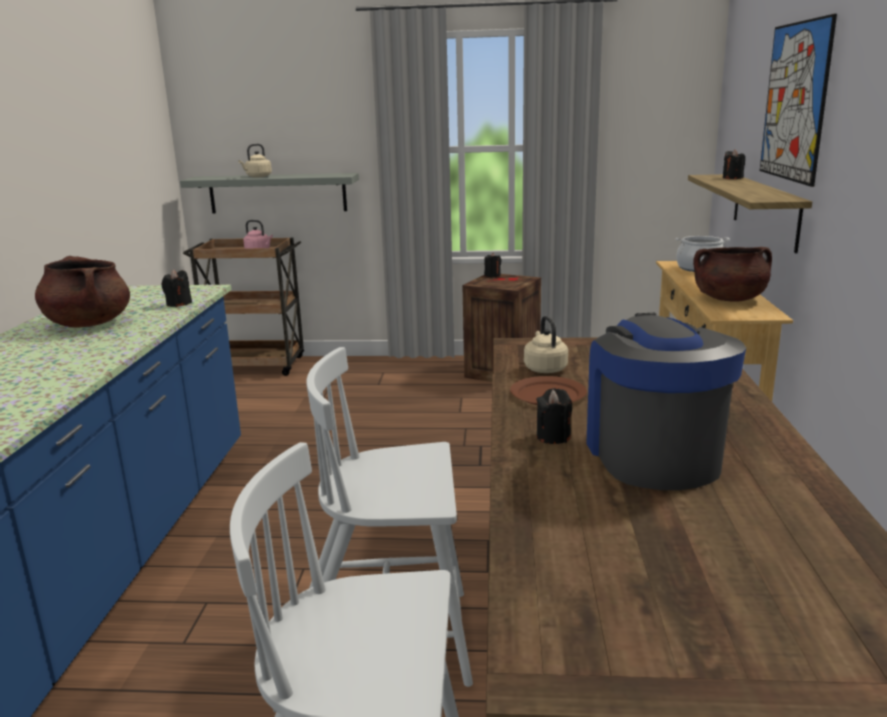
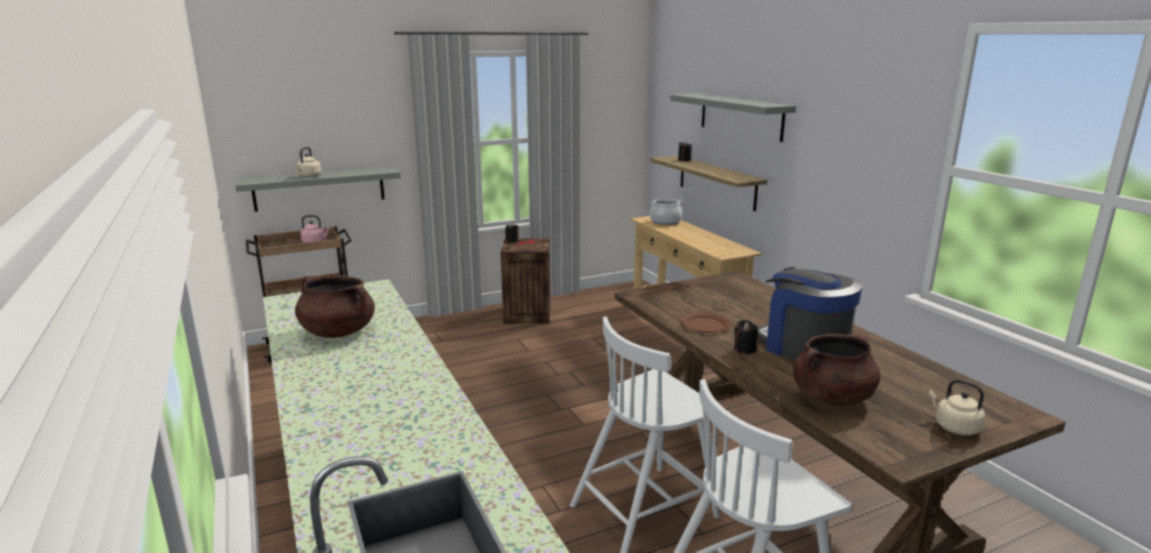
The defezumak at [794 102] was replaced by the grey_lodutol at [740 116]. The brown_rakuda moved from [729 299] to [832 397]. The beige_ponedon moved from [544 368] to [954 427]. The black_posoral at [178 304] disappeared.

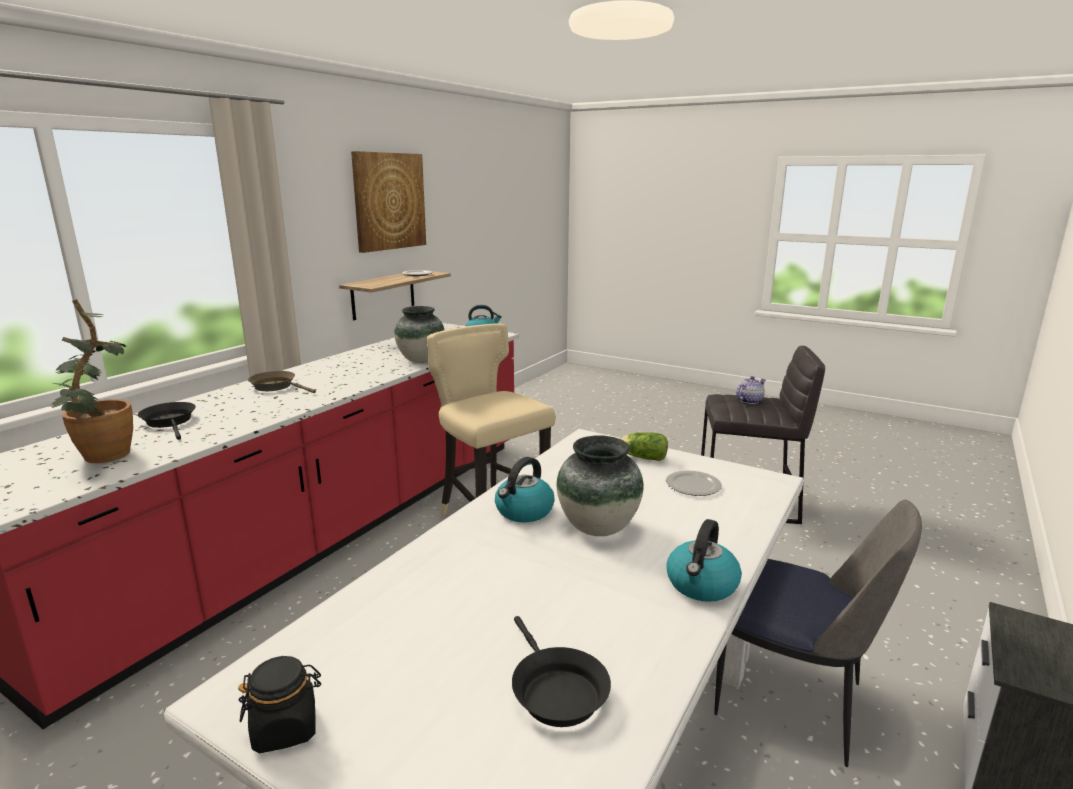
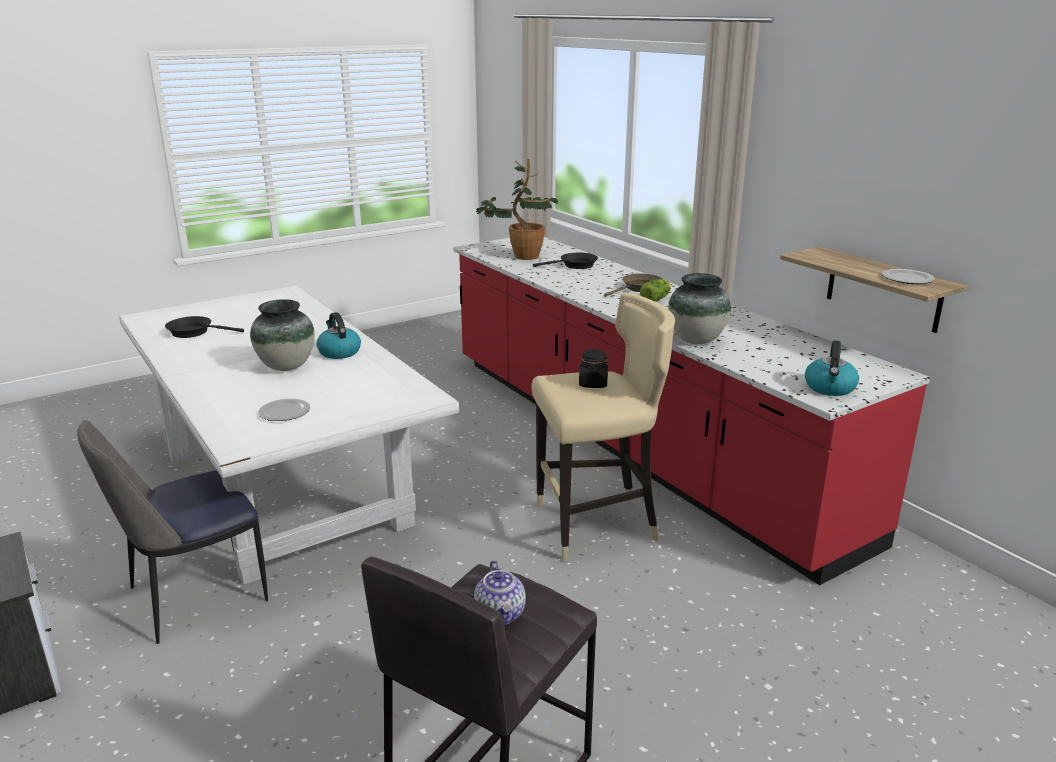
The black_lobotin moved from [286 728] to [593 384]. The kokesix moved from [641 457] to [656 299]. The defezumak at [389 201] disappeared. The ponedon at [702 585] disappeared.

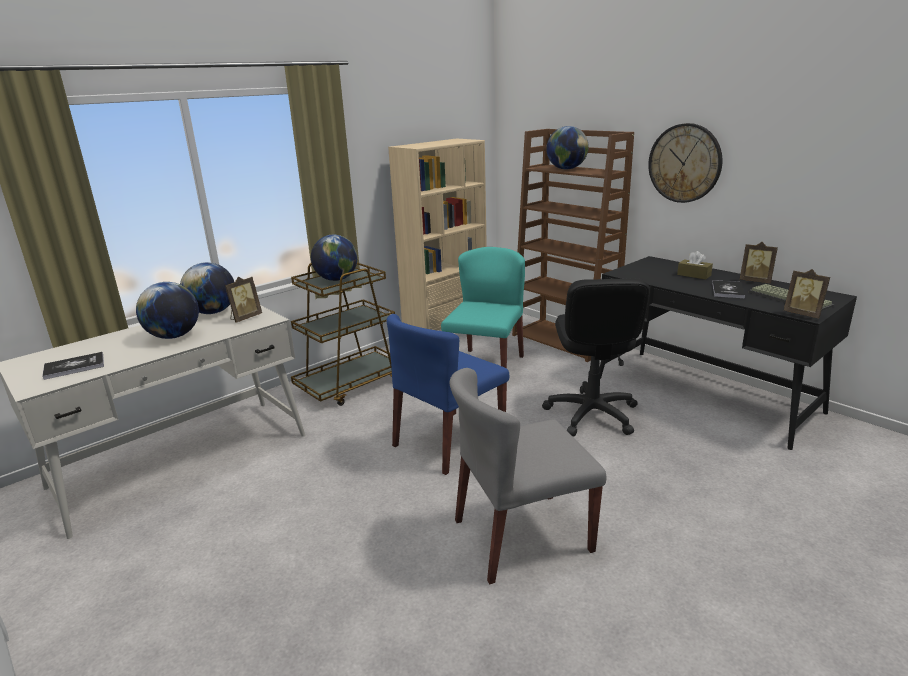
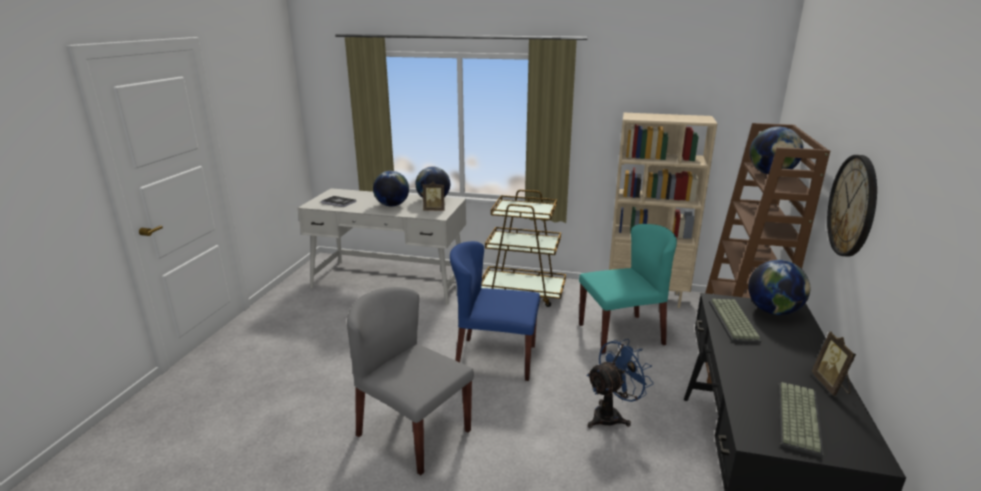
The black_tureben at [591 414] was replaced by the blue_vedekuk at [612 415]. The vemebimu at [735 322] appeared. The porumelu moved from [336 279] to [773 311]. The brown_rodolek at [694 275] disappeared. The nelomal at [727 290] disappeared. The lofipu at [803 314] disappeared.

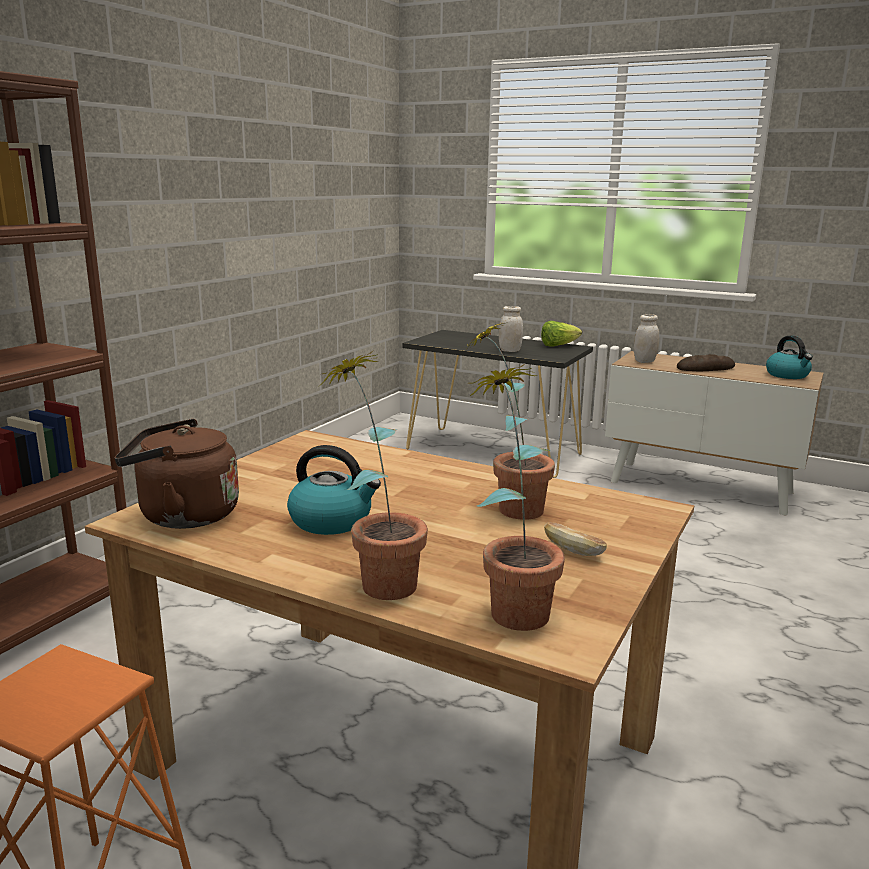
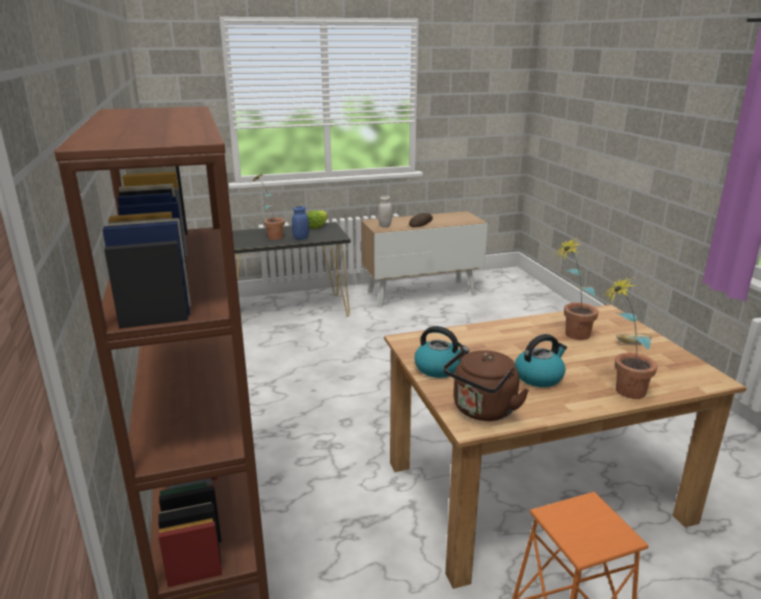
The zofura moved from [511 605] to [271 236]. The white_lobotin at [510 351] became the blue_lobotin at [301 238]. The ponedon moved from [788 375] to [439 368].

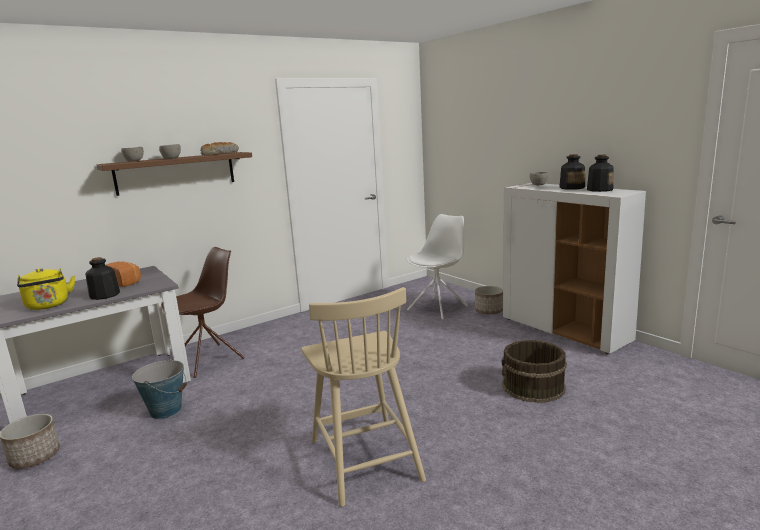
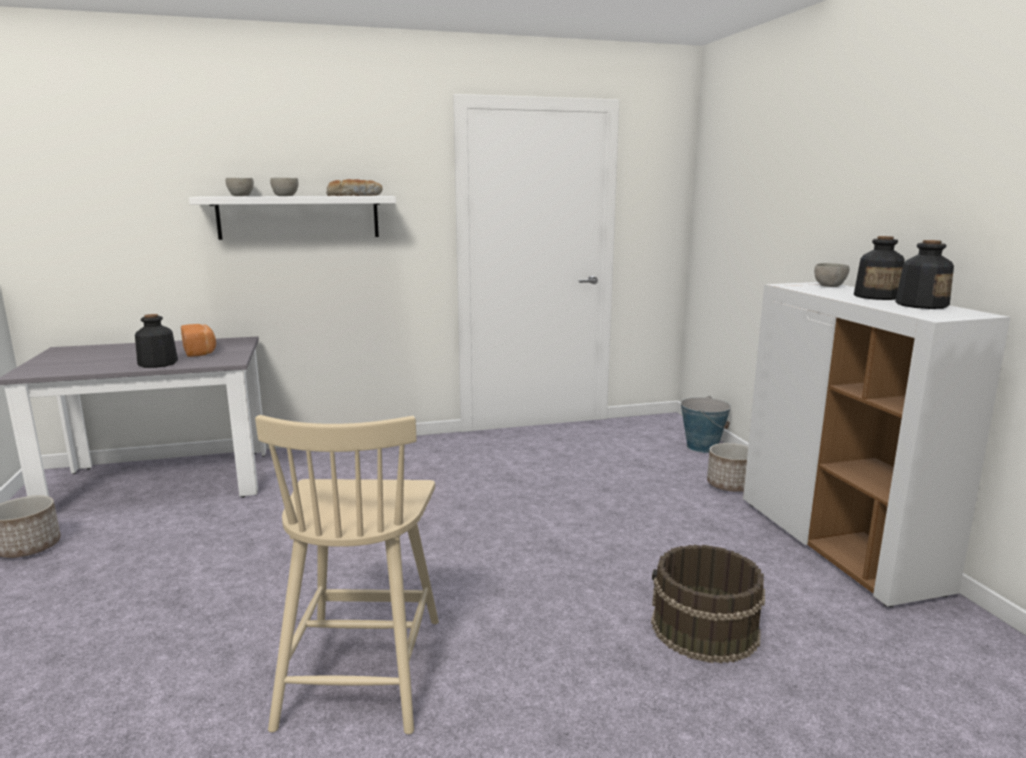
The brown_lodutol at [176 173] became the white_lodutol at [299 217]. The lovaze moved from [166 410] to [702 447]. The yellow_ponedon at [48 306] disappeared. The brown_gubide at [209 360] disappeared. The white_gubide at [438 308] disappeared.

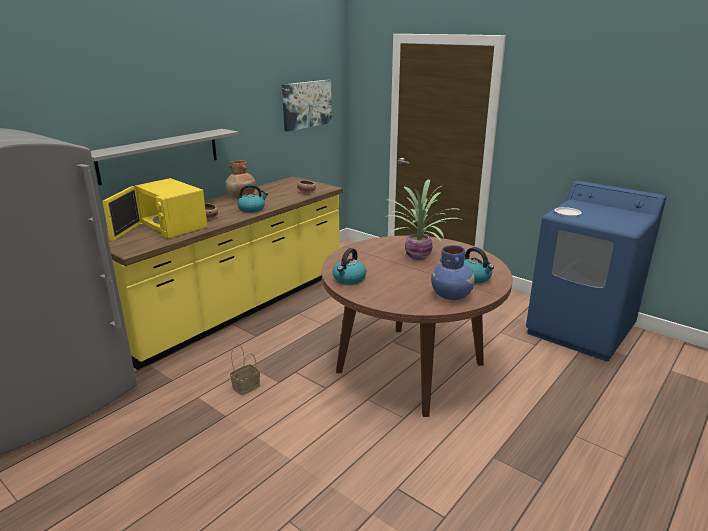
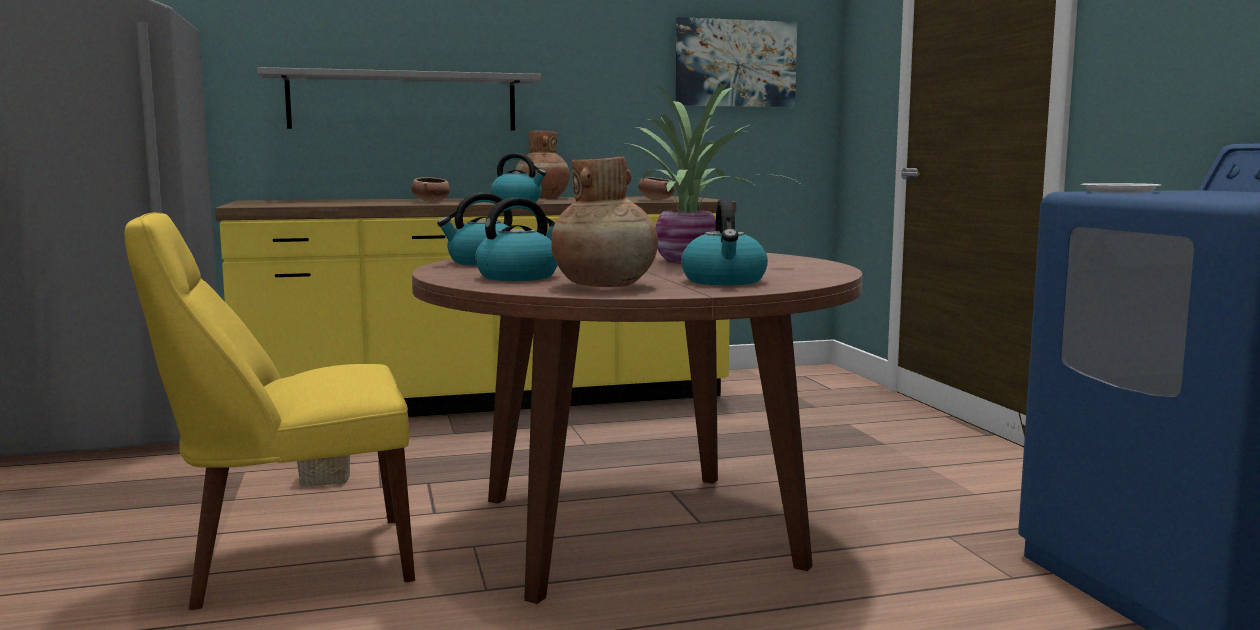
The yellow_gubide at [290 562] appeared. The ponedon at [519 277] appeared. The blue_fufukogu at [451 295] became the brown_fufukogu at [606 286]. The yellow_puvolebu at [168 226] disappeared.

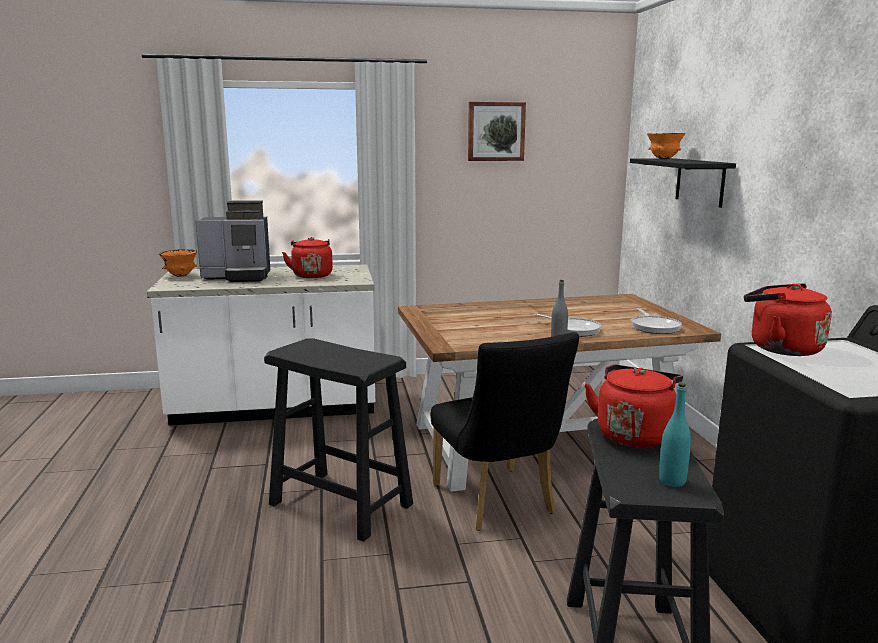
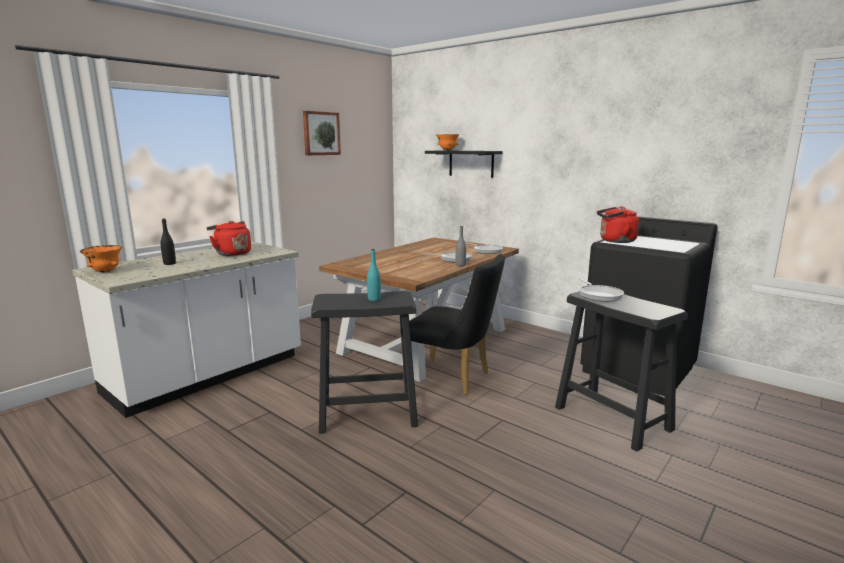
The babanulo at [239 277] was replaced by the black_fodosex at [169 263]. The turquoise_fodosex moved from [672 481] to [374 299]. The red_ponedon at [634 434] was replaced by the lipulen at [599 295].

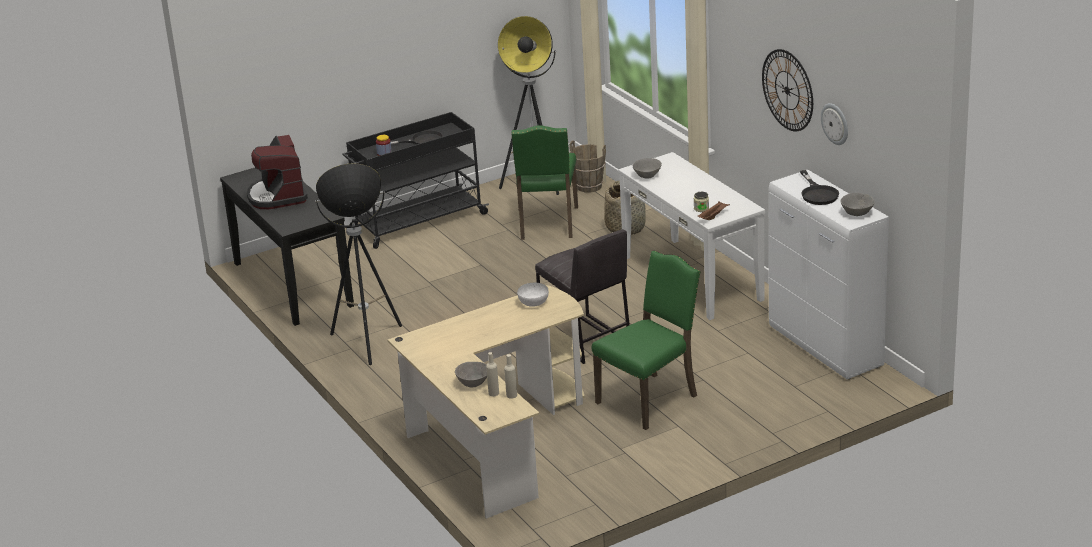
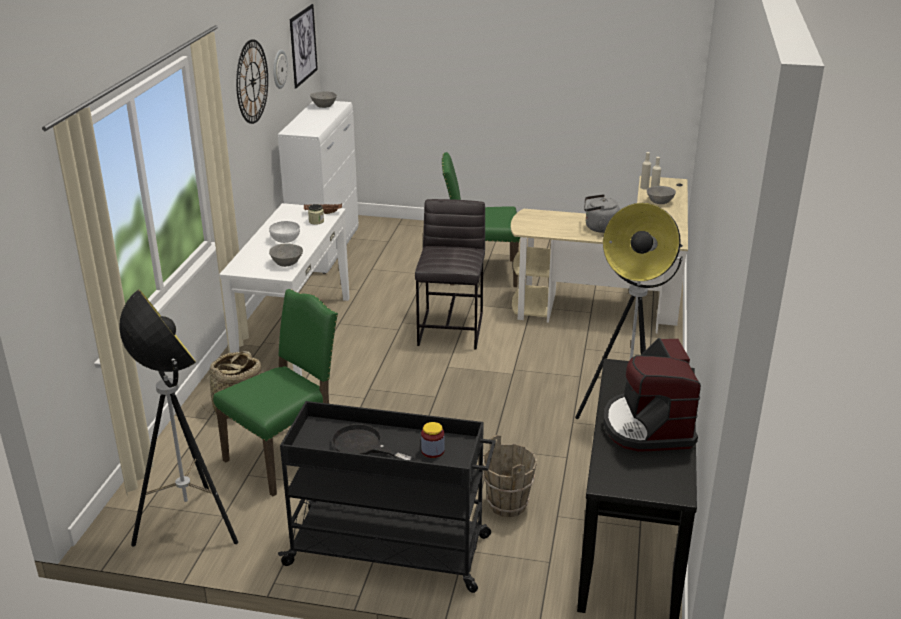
The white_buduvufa moved from [534 302] to [285 239]. The defezumak at [303 45] appeared. The brown_lovaze moved from [589 187] to [508 505]. The grey_ponedon at [599 228] appeared. The babanulo at [278 196] turned 150 degrees clockwise. The black_lipulen at [817 193] disappeared.

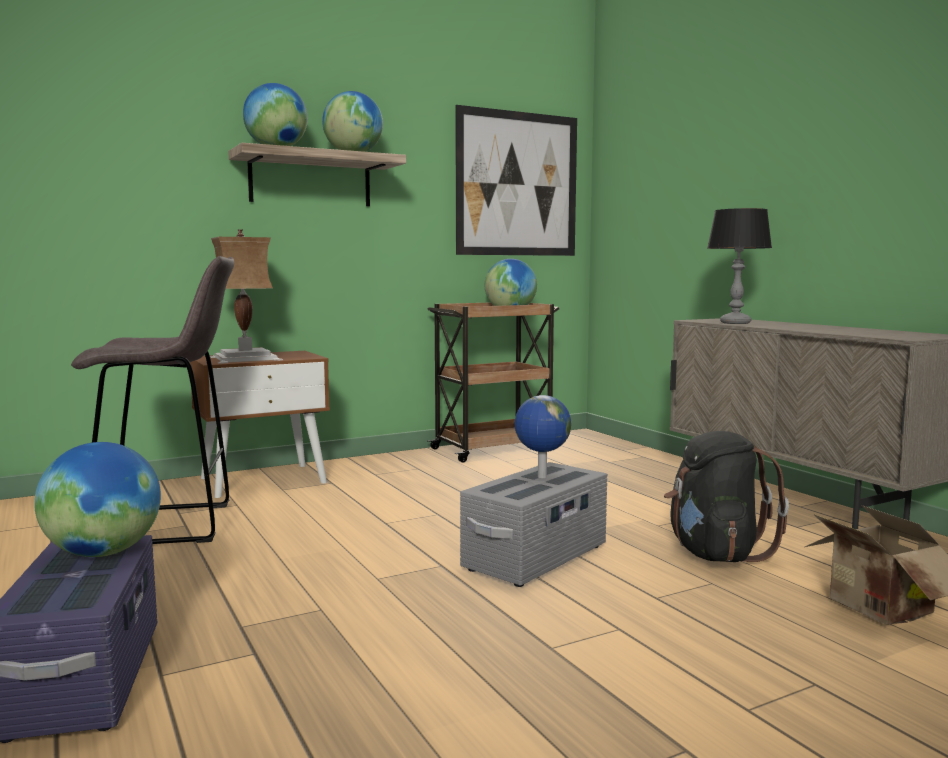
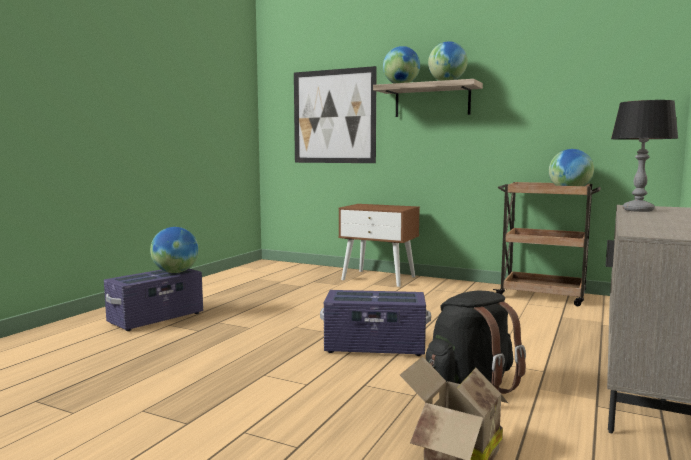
The defezumak moved from [517 184] to [334 116]. The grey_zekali at [536 558] became the purple_zekali at [375 347]. The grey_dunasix at [171 525] disappeared. The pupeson at [247 358] disappeared. The porumelu at [541 477] disappeared.

